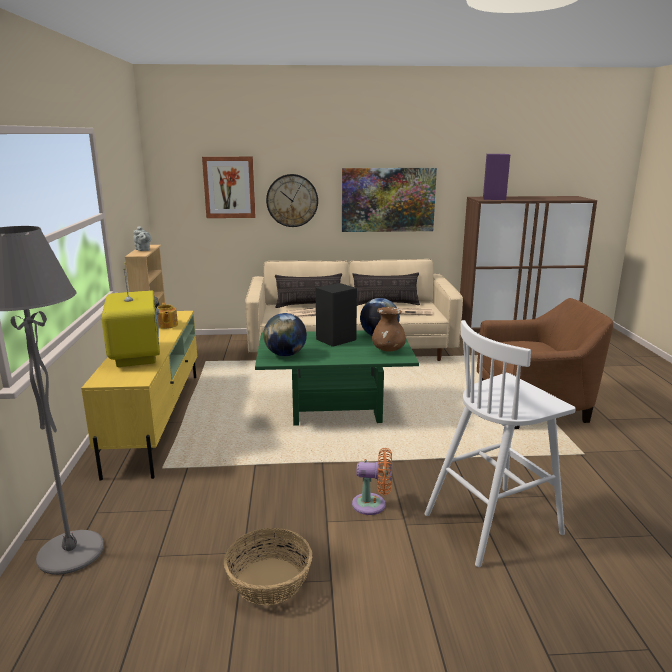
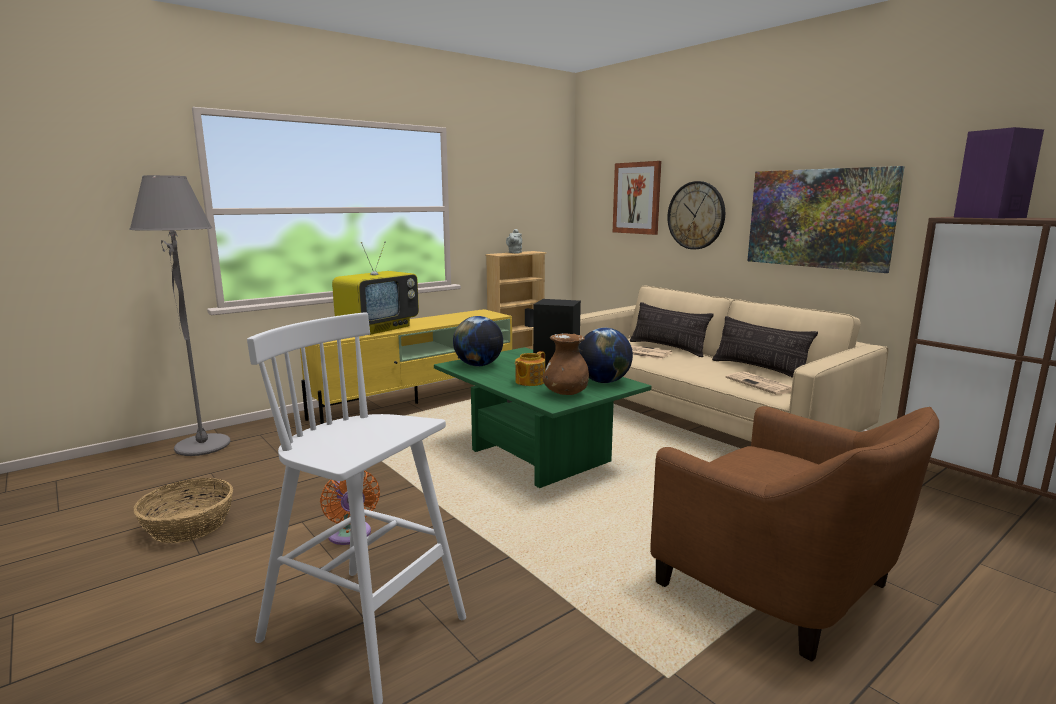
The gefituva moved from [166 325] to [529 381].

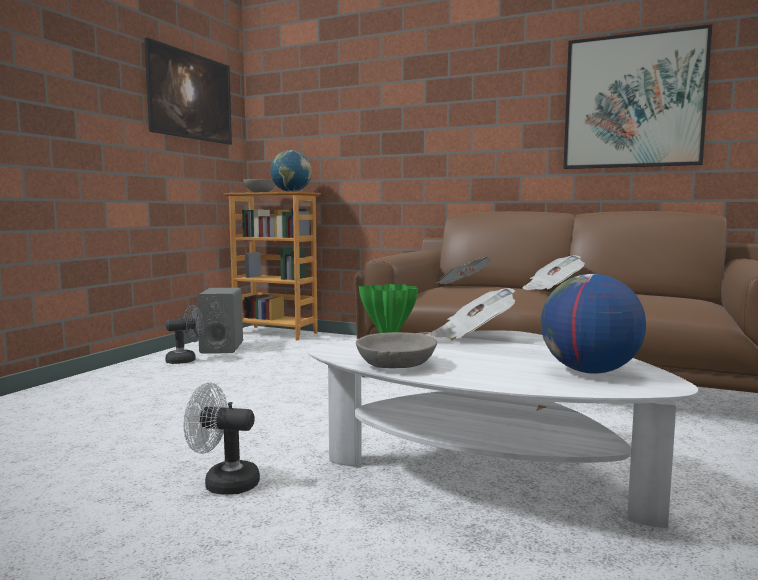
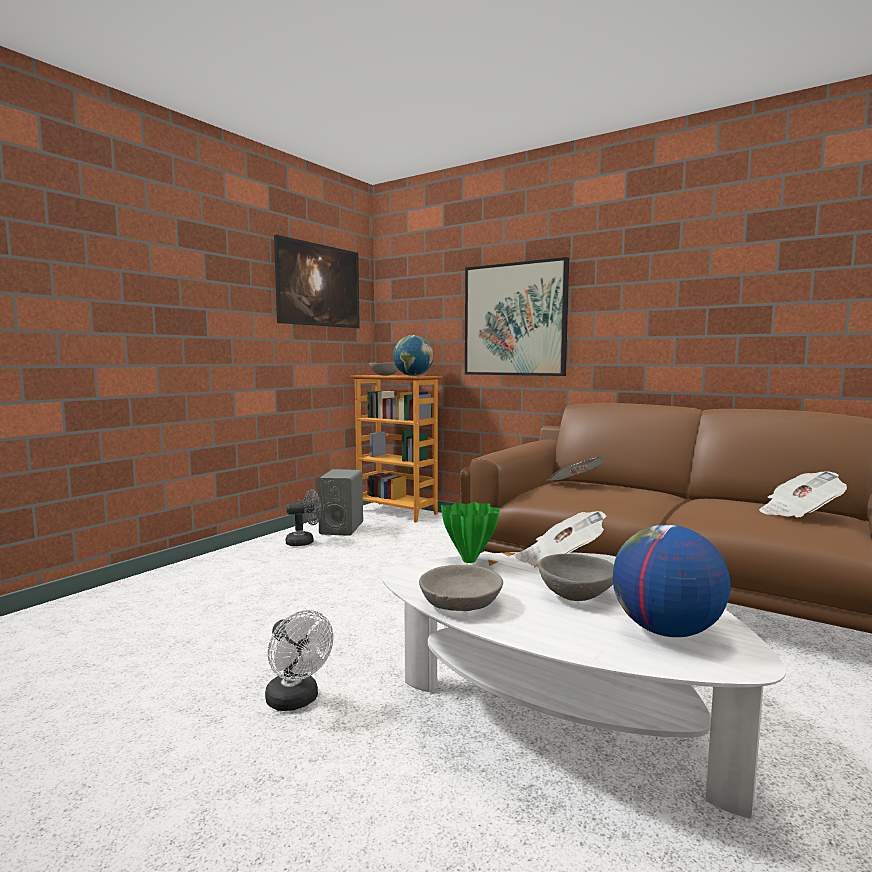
The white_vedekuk at [223 483] turned 150 degrees counterclockwise. The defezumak moved from [633 101] to [515 319]. The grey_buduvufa at [576 596] appeared. The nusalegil moved from [551 289] to [798 513].

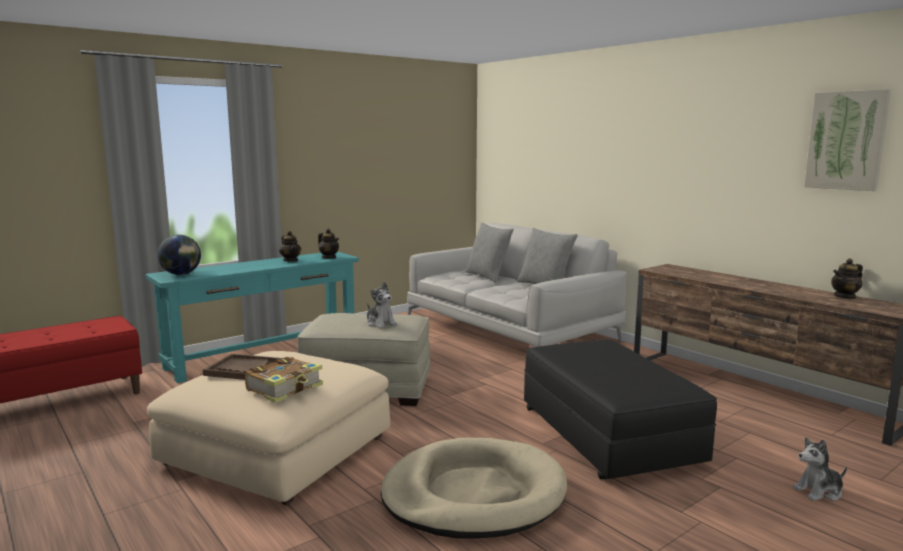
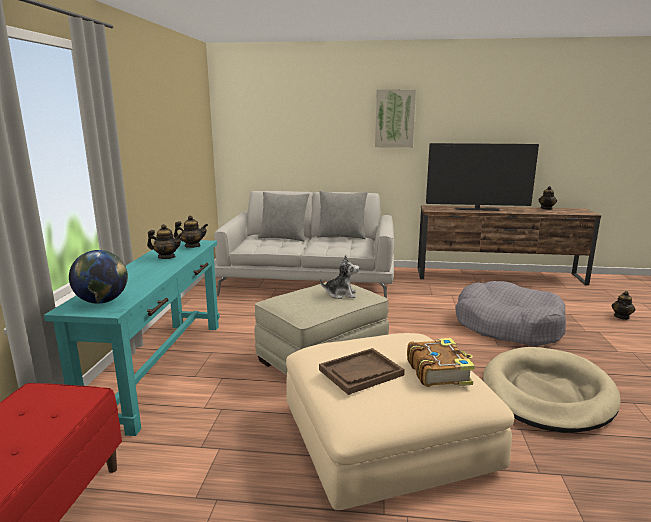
The defezumak moved from [846 140] to [394 118]. The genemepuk at [477 209] appeared. The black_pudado at [608 434] was replaced by the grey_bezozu at [507 326]. The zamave at [819 492] was replaced by the gefituva at [621 317].

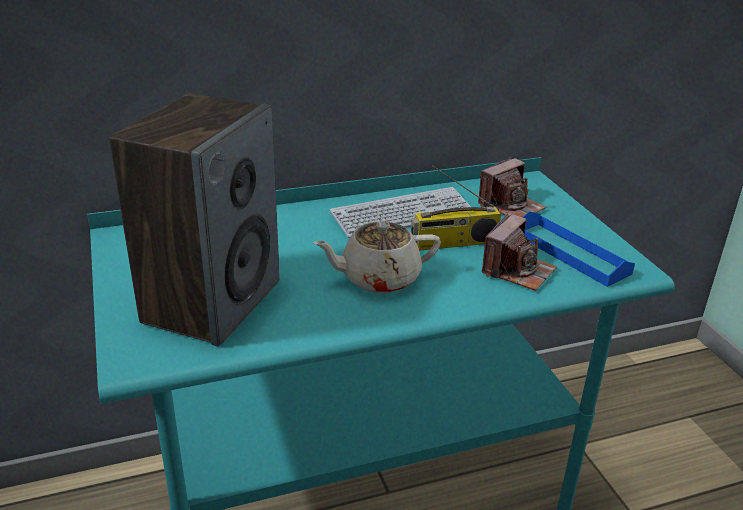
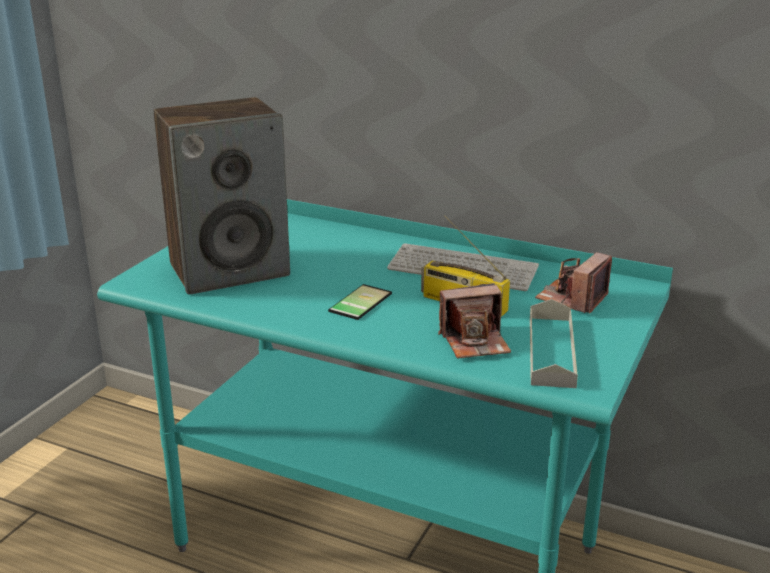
The beige_gefituva at [378 278] was replaced by the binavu at [357 301]. The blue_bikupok at [570 253] became the grey_bikupok at [551 350]. The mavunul at [510 206] turned 120 degrees clockwise.

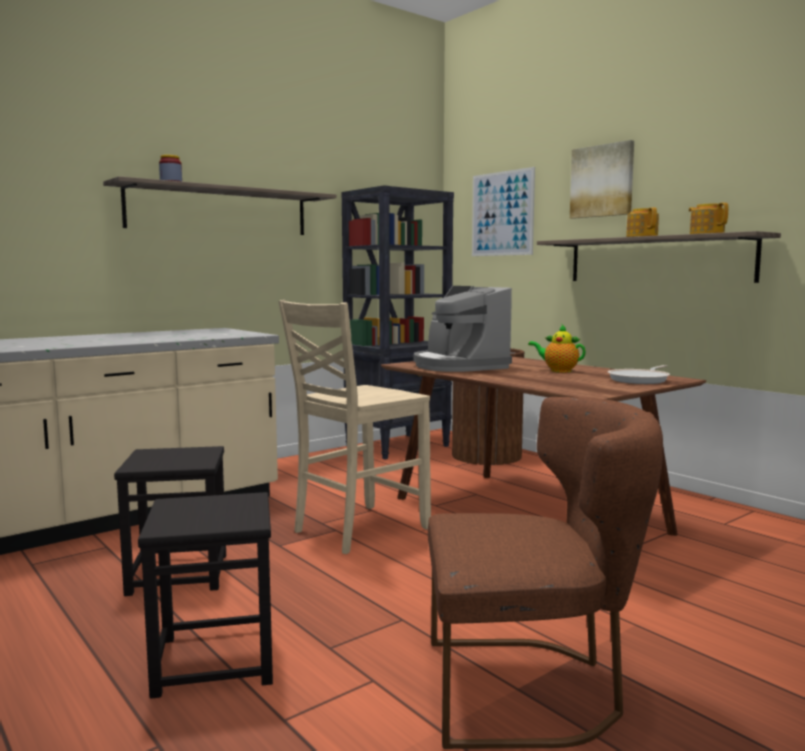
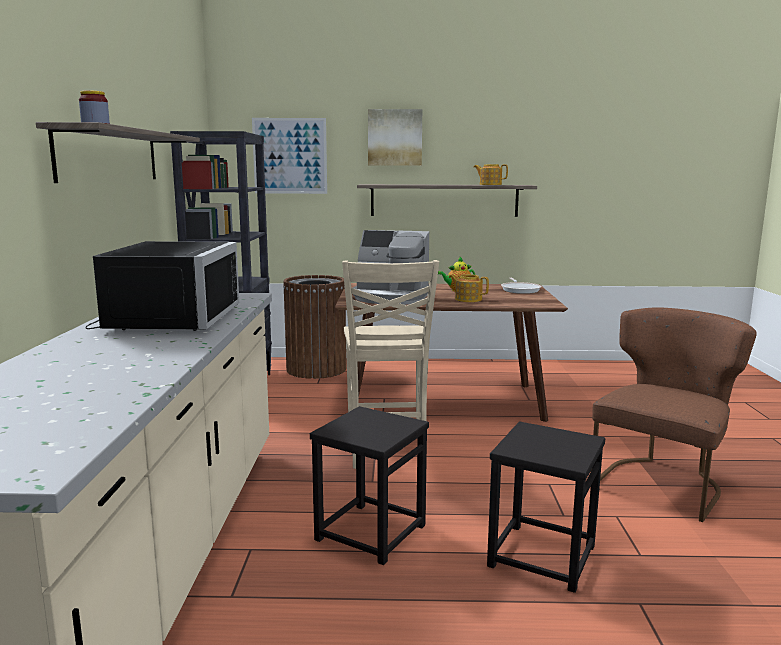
The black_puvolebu at [165 319] appeared. The gefituva moved from [642 237] to [468 299].

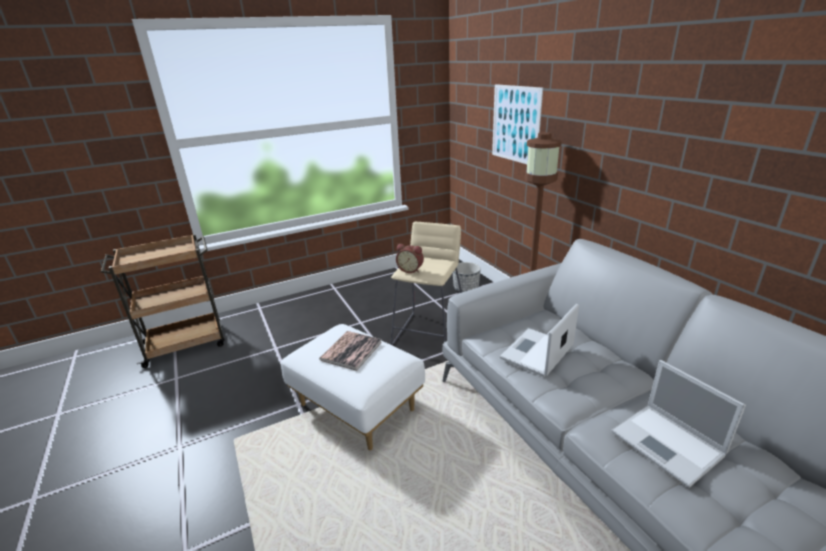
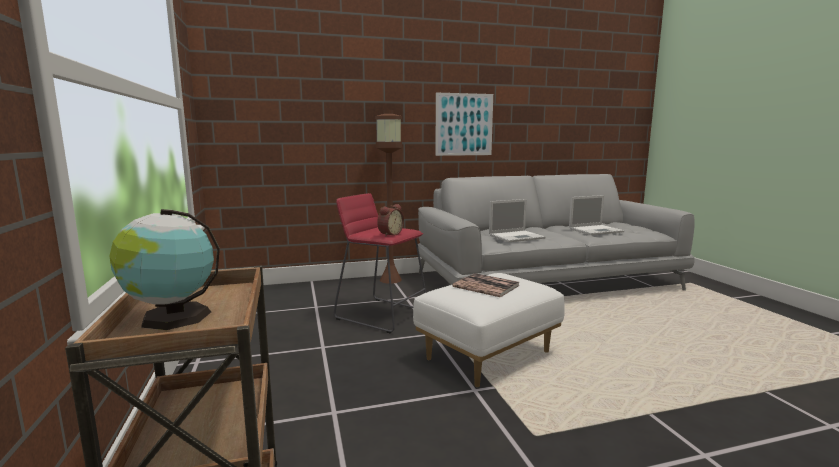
The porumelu at [171 318] appeared. The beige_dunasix at [429 334] became the red_dunasix at [382 315]. The defezumak moved from [515 124] to [464 124]. The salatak at [536 353] turned 75 degrees counterclockwise. The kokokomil at [466 288] disappeared.

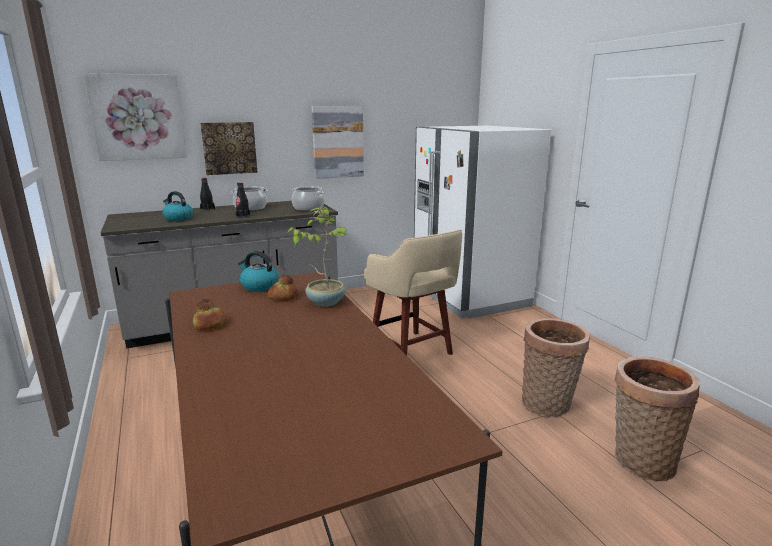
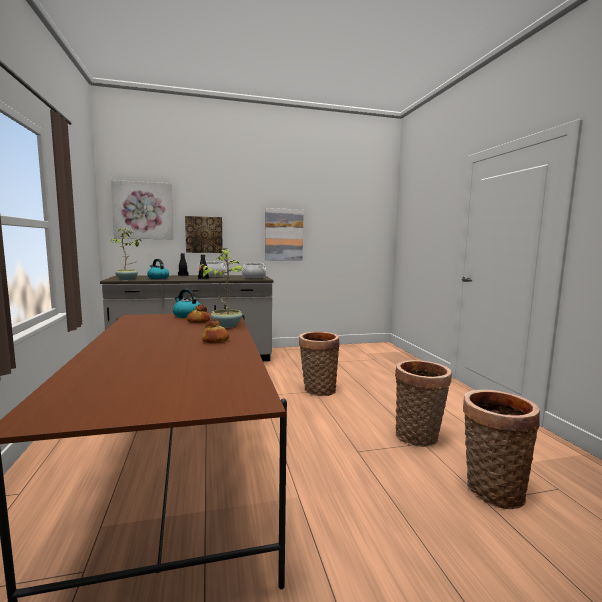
The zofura at [127 279] appeared. The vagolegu moved from [210 324] to [216 340]. The beige_dunasix at [412 351] was replaced by the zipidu at [317 390]. The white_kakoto at [469 296] disappeared.

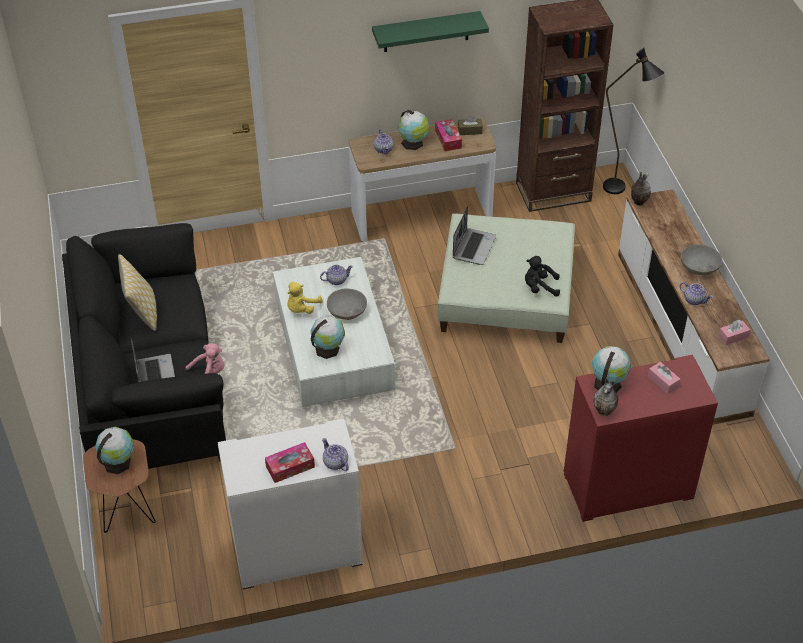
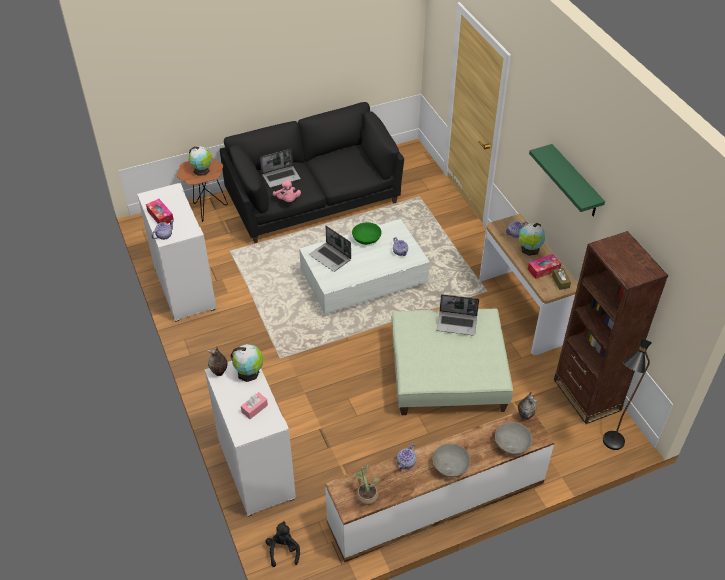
The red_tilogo at [627 487] became the white_tilogo at [255 469]. The black_zamave moved from [539 287] to [283 550]. The porumelu at [328 348] was replaced by the salatak at [331 257]. The yellow_zamave at [301 309] was replaced by the green_buduvufa at [366 238]. The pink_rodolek at [733 336] was replaced by the zofura at [366 494]. The grey_buduvufa moved from [347 311] to [512 444]. The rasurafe at [142 312] disappeared.

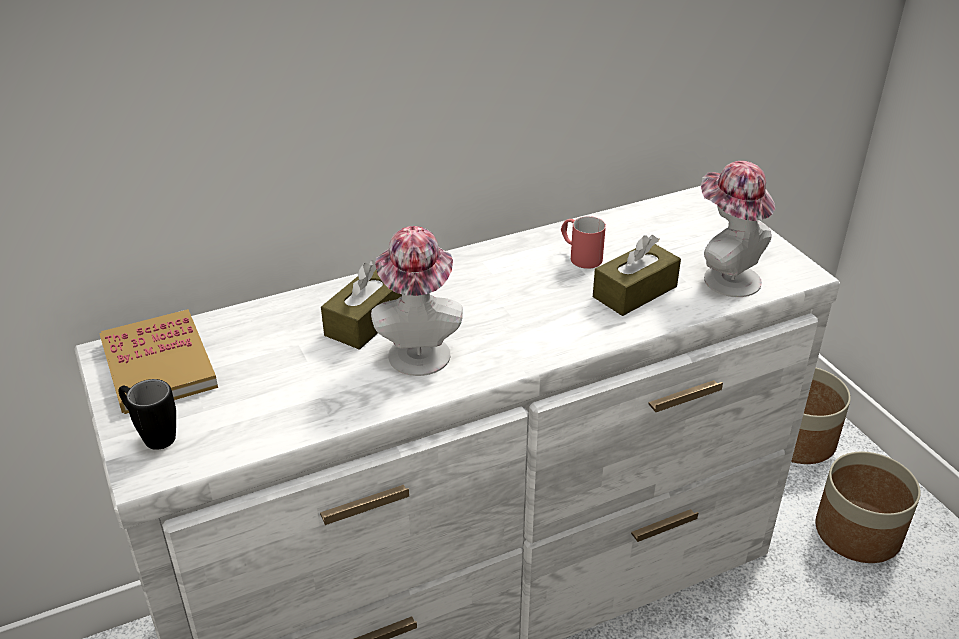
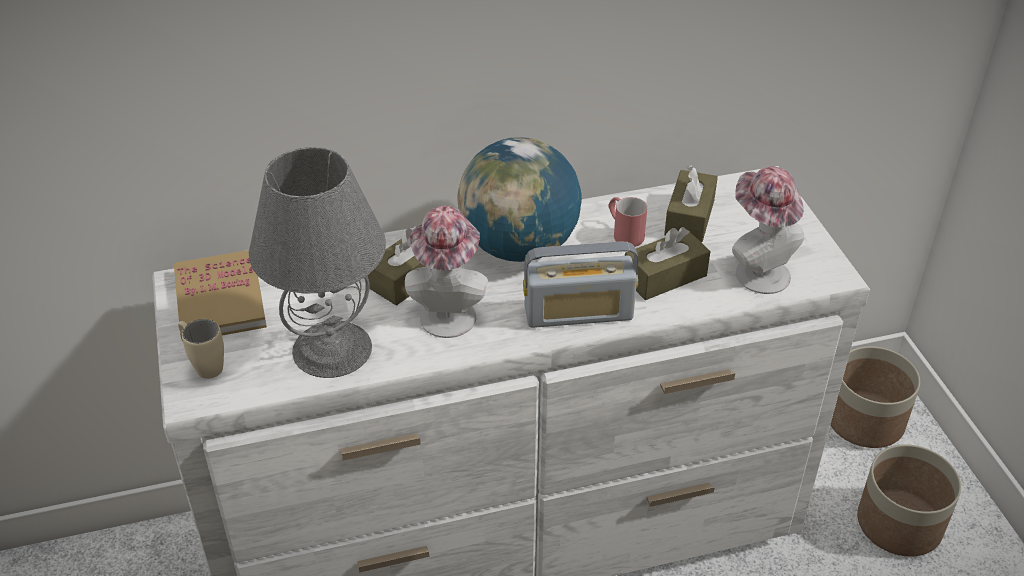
The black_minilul at [152 435] became the beige_minilul at [204 365]. The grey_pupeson at [332 350] appeared. The porumelu at [519 247] appeared. The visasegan at [578 313] appeared. The brown_rodolek at [689 217] appeared.

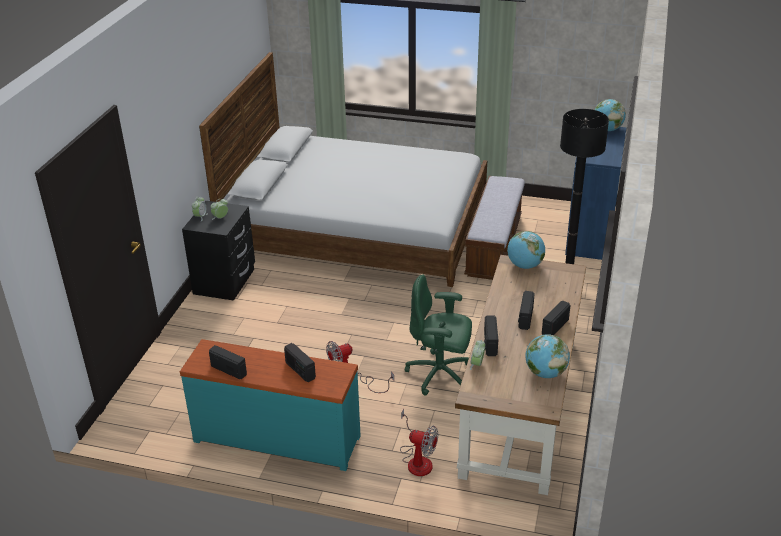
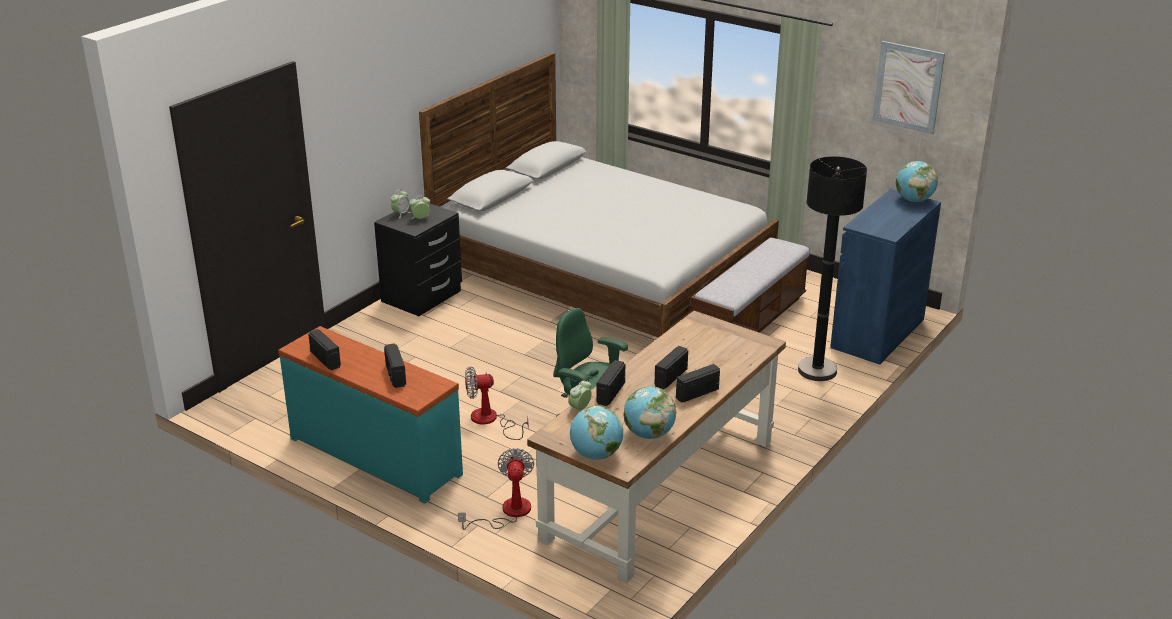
The vedekuk at [417 460] turned 135 degrees counterclockwise. The porumelu moved from [525 265] to [596 455]. The defezumak at [908 87] appeared.

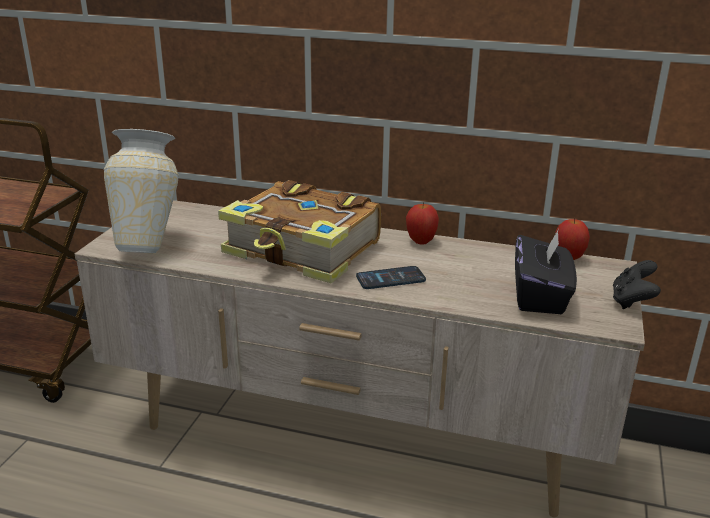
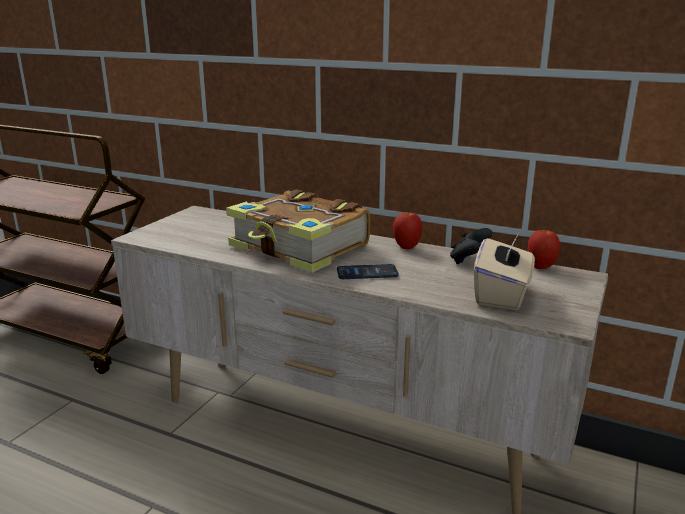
The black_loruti moved from [632 301] to [468 260]. The black_rodolek at [540 296] became the beige_rodolek at [502 295]. The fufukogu at [151 244] disappeared.

